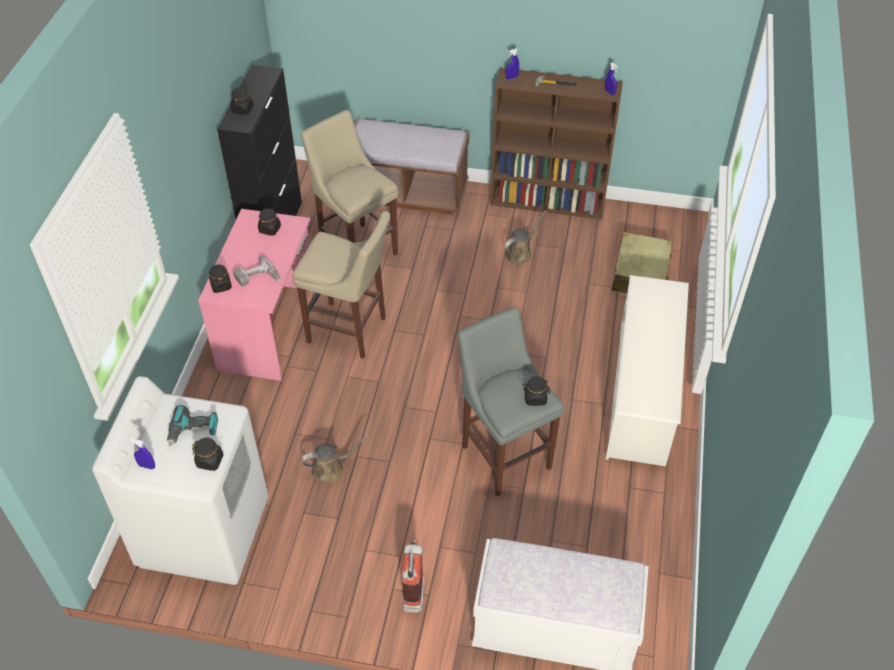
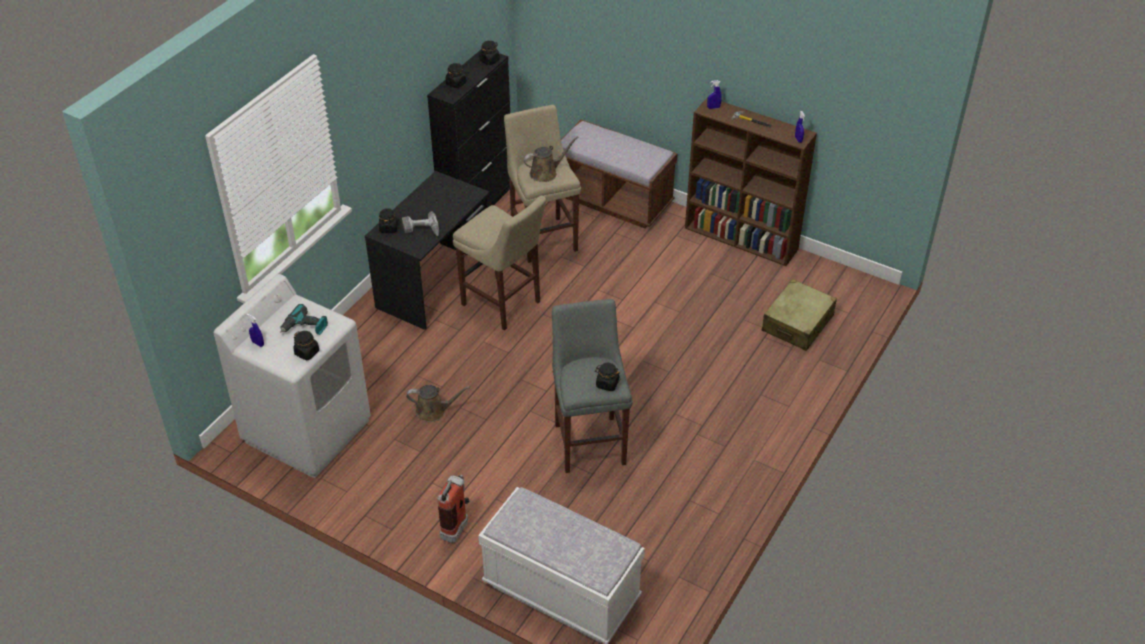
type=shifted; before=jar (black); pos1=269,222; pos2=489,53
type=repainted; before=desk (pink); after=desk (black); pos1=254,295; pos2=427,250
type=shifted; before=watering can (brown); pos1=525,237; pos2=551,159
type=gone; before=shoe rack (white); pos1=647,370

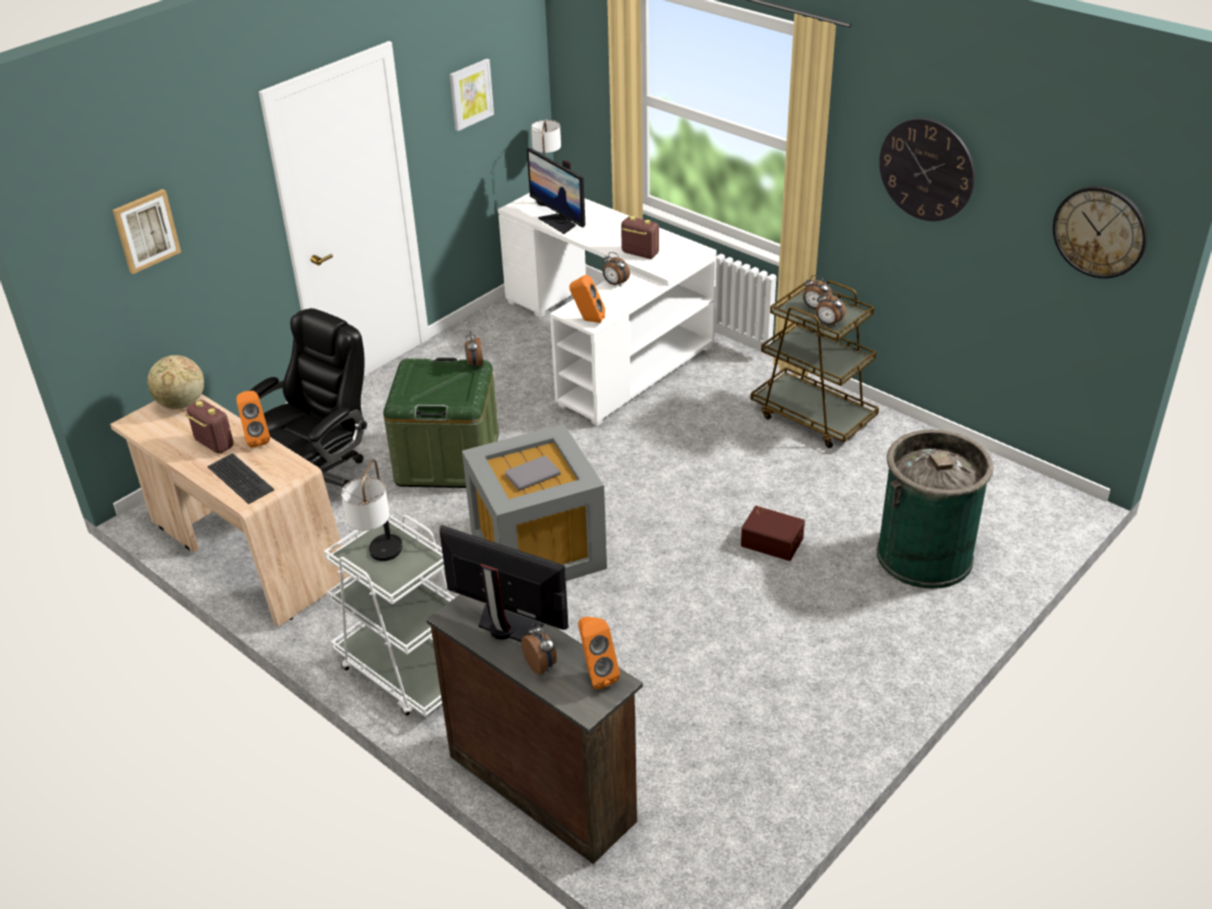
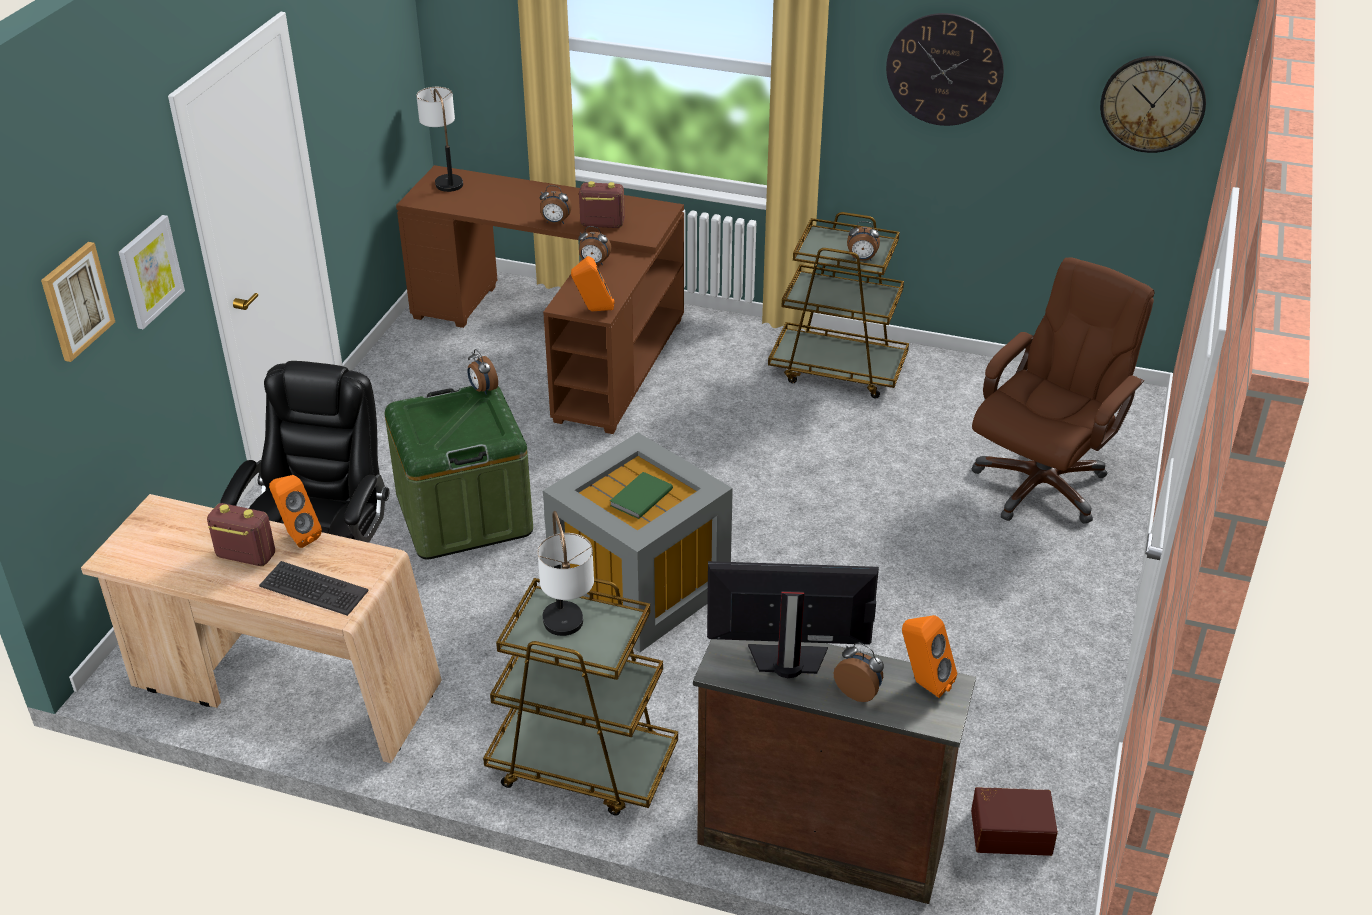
type=shifted; before=picture; pos1=472,95; pos2=152,272
type=gone; before=monitor; pos1=556,191
type=repainted; before=desk (white); after=desk (brown); pos1=607,309; pos2=540,299
type=shifted; before=alarm clock; pos1=817,292; pos2=556,204
type=gone; before=globe; pos1=175,382
type=swapped; before=trash can (green); after=office chair (brown); pos1=935,509; pos2=1063,390
type=repainted; before=book (grey); after=book (green); pos1=532,473; pos2=641,495
type=shifted; before=storage box (brown); pos1=773,533; pos2=1014,821
type=repainted; before=cart (white); after=cart (brown); pos1=389,616; pos2=580,696

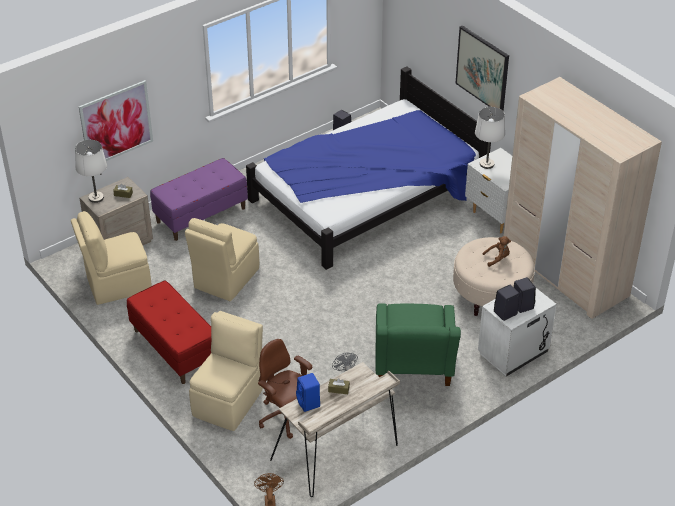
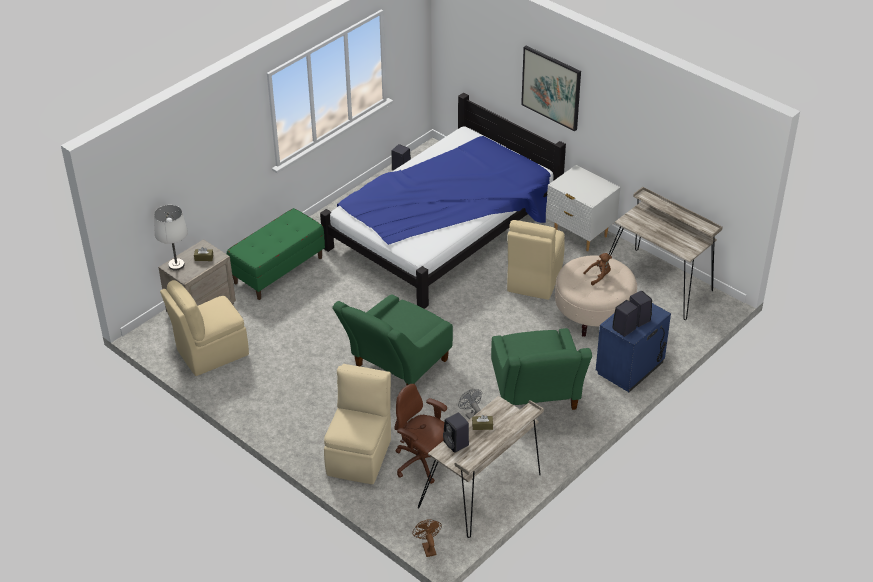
type=swapped; before=wardrobe (beige); after=desk (beige); pos1=582,198; pos2=666,253
type=gone; before=picture; pos1=116,120
type=gone; before=table lamp (white); pos1=490,138
type=repainted; before=bench (purple); after=bench (green); pos1=199,199; pos2=276,254
type=shifted; before=chair (beige); pos1=222,259; pos2=536,260
type=gone; before=bench (red); pos1=169,332
type=repainted; before=nightstand (white); after=nightstand (blue); pos1=517,332; pos2=633,347
type=repainted; before=speaker (blue); after=speaker (black); pos1=308,392; pos2=456,432
type=new; after=armchair (green); pos2=392,339

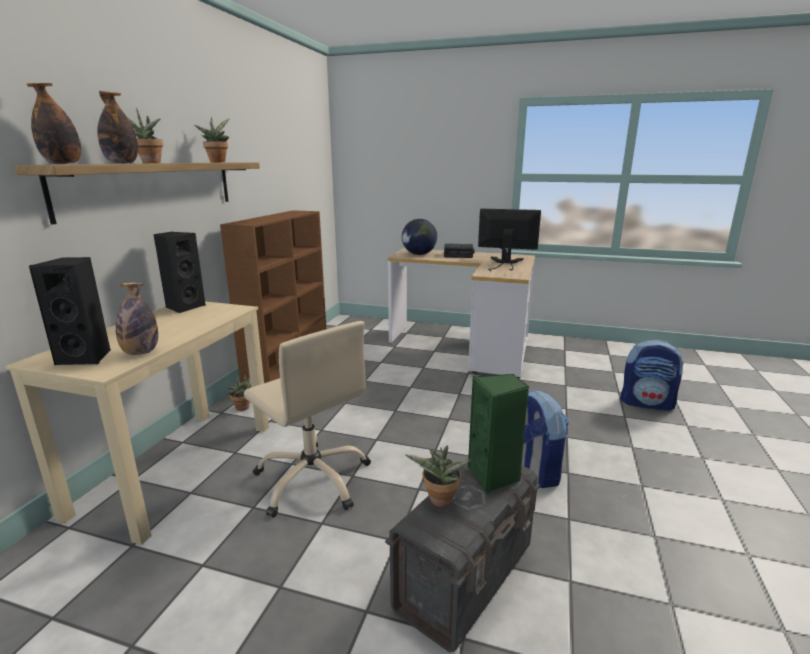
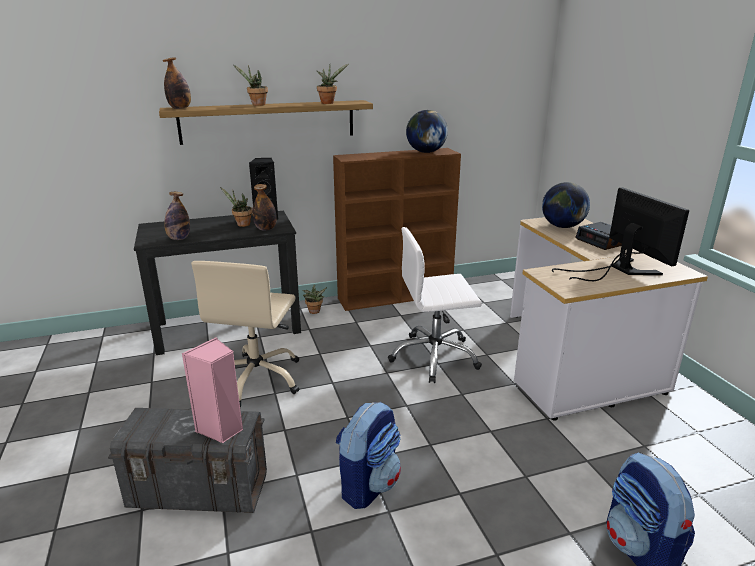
type=shifted; before=bottle; pos1=117,127; pos2=264,207
type=gone; before=speaker (black); pos1=70,311
type=repainted; before=desk (beige); after=desk (black); pos1=137,423; pos2=217,283
type=repainted; before=speaker (green); after=speaker (pink); pos1=498,434; pos2=212,390
type=shifted; before=potted plant; pos1=438,476; pos2=236,207
type=new; after=globe; pos2=427,131
type=new; after=office chair (white); pos2=435,305

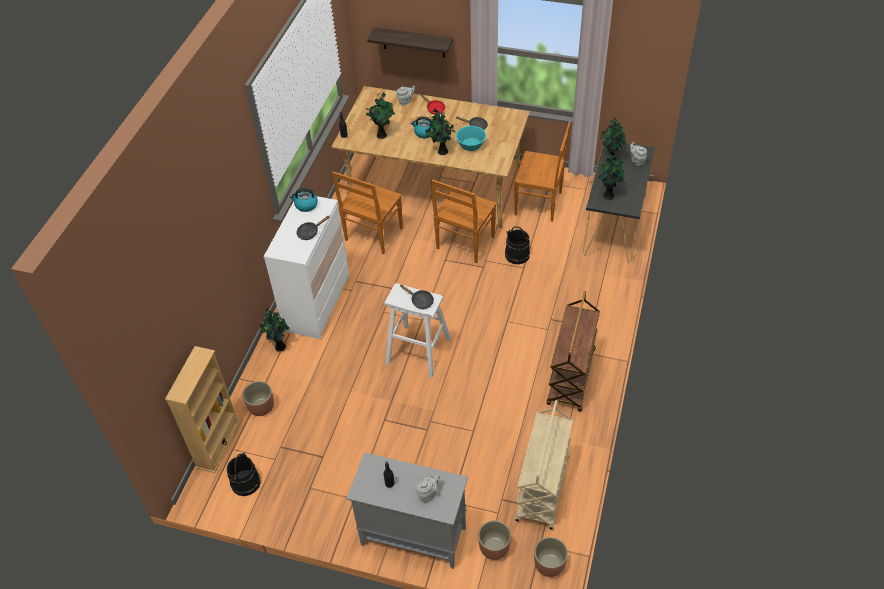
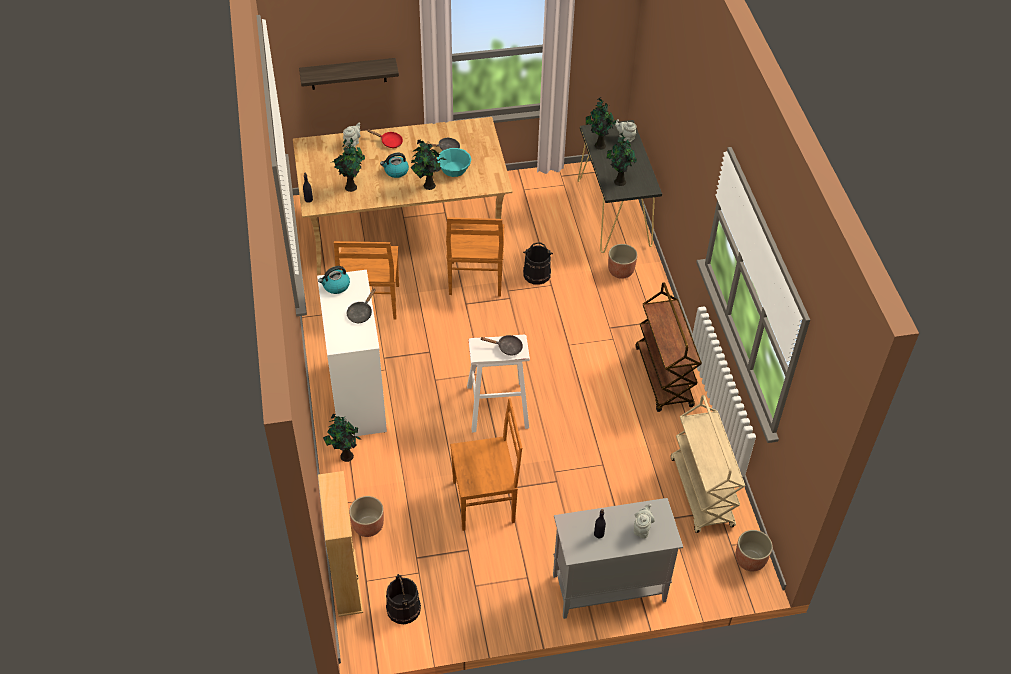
type=shifted; before=chair (brown); pos1=542,171; pos2=486,464
type=shifted; before=planter; pos1=494,540; pos2=622,261

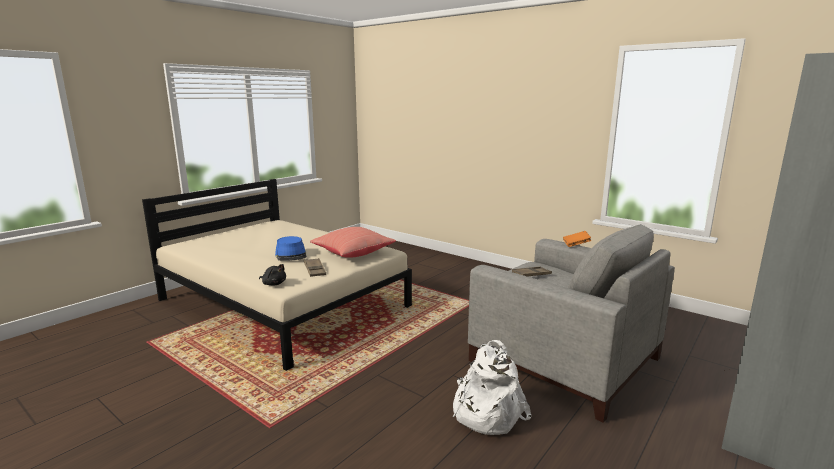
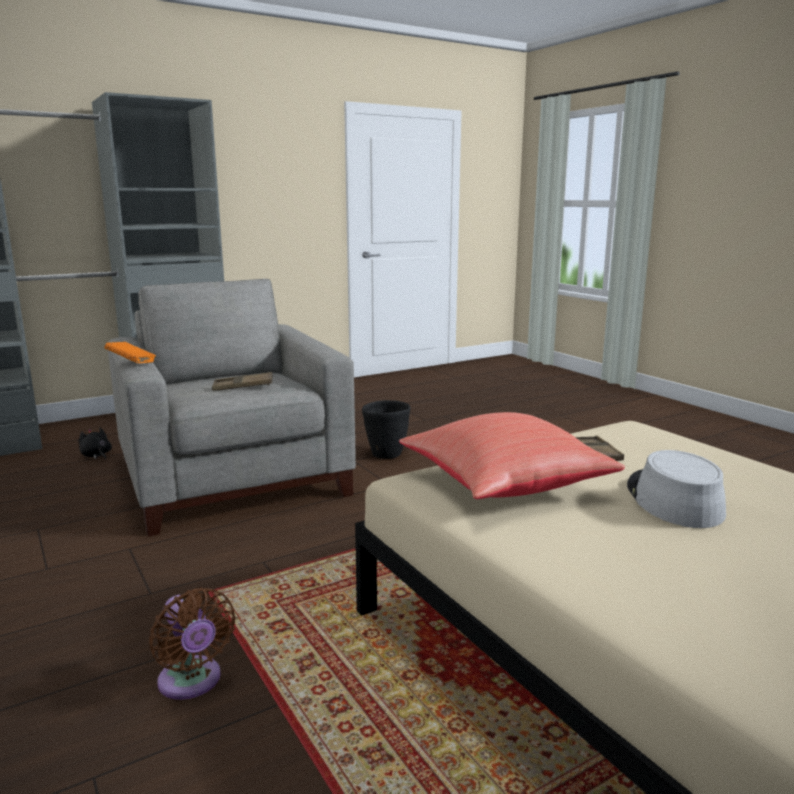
type=repainted; before=hat (blue); after=hat (grey); pos1=291,248; pos2=676,489
type=shifted; before=plush toy (black); pos1=272,275; pos2=95,443
type=swapped; before=backpack (white); after=planter (black); pos1=492,387; pos2=386,429
type=new; after=fan (brown); pos2=192,644

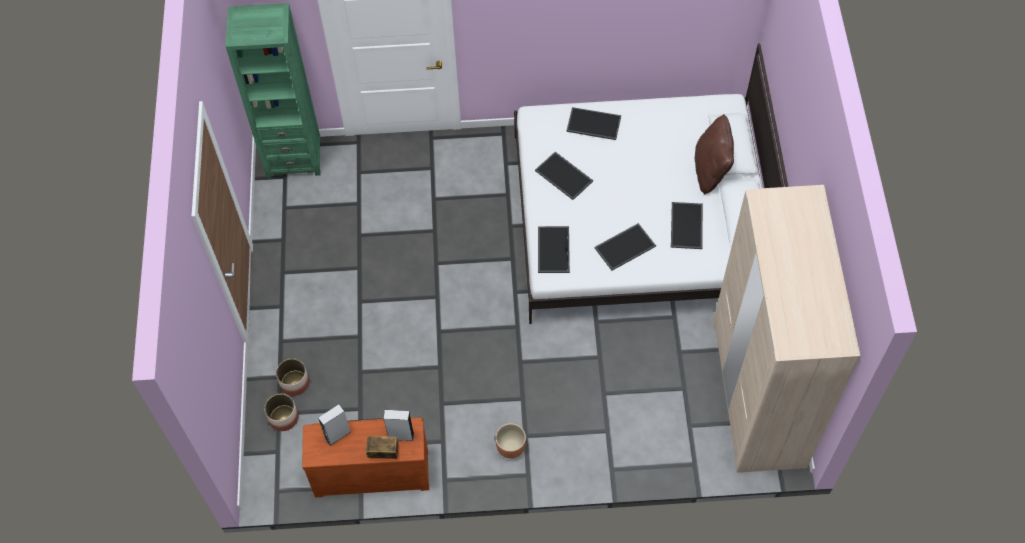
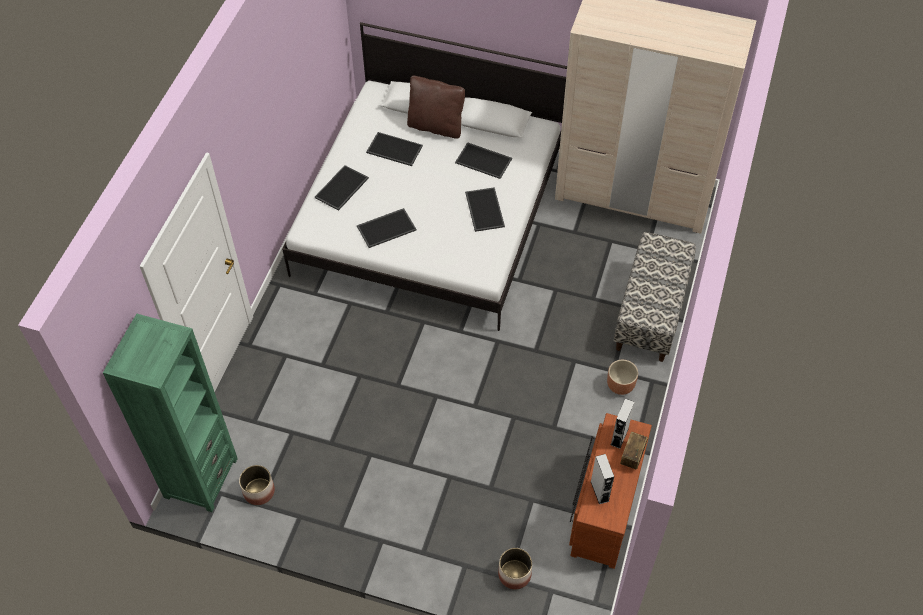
type=shifted; before=tray; pos1=554,249; pos2=394,149
type=shifted; before=planter; pos1=292,377; pos2=257,485
type=new; after=bench; pos2=655,297

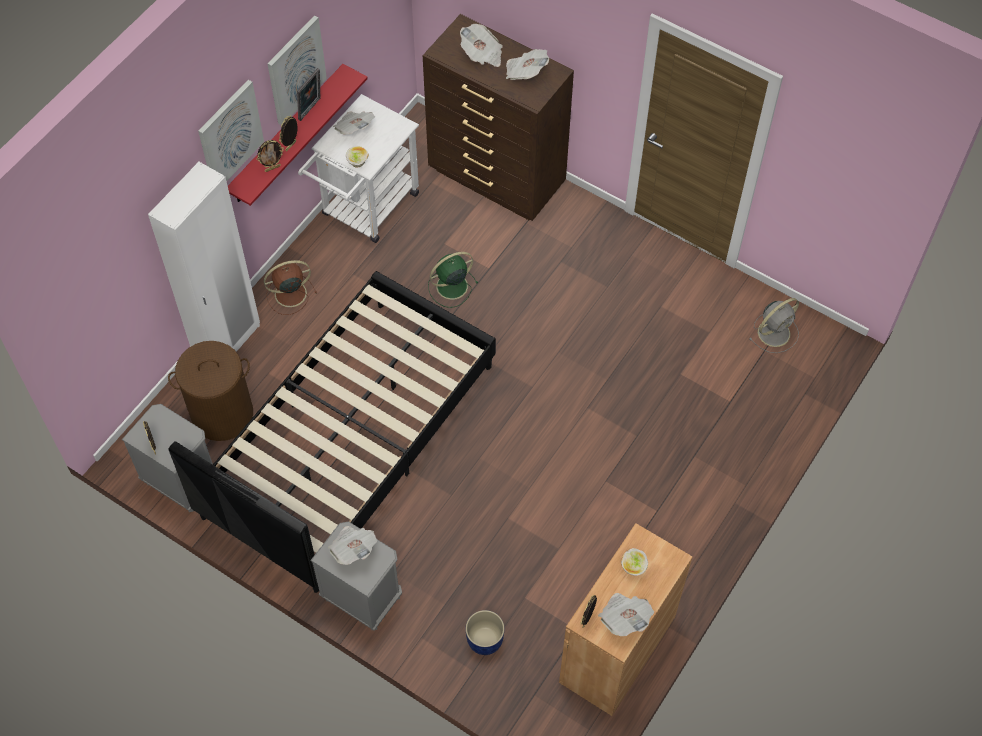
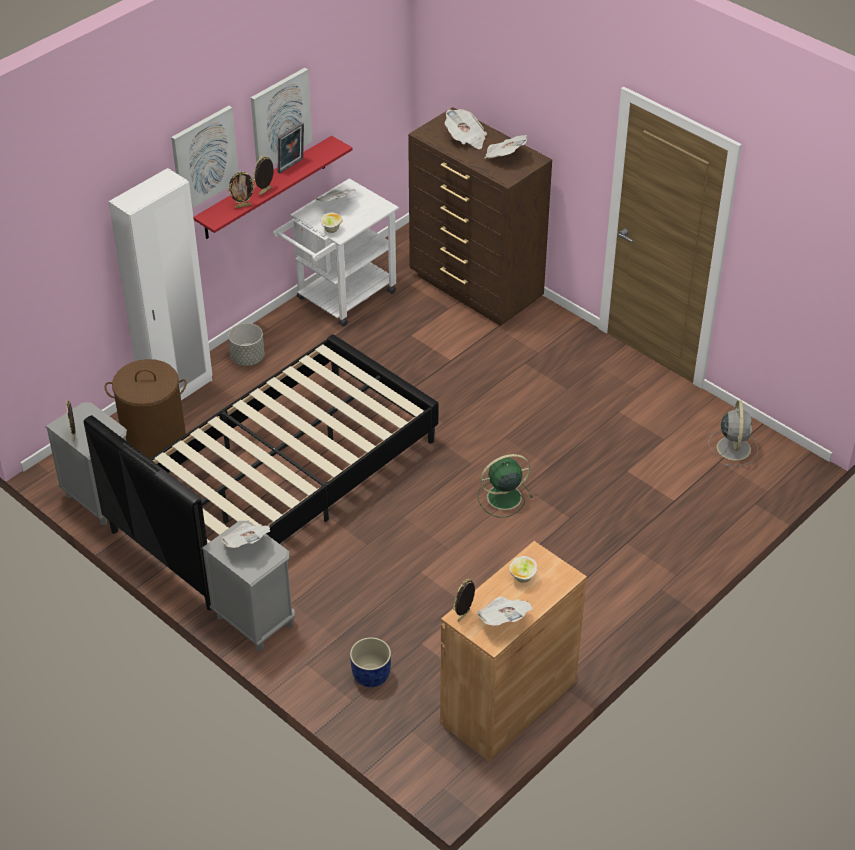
type=shifted; before=fan (green); pos1=453,280; pos2=505,486
type=swapped; before=fan (brown); after=planter (grey); pos1=290,287; pos2=246,344
type=rotated; before=fan (grey); pos1=774,325; pos2=733,433; turn=-60

